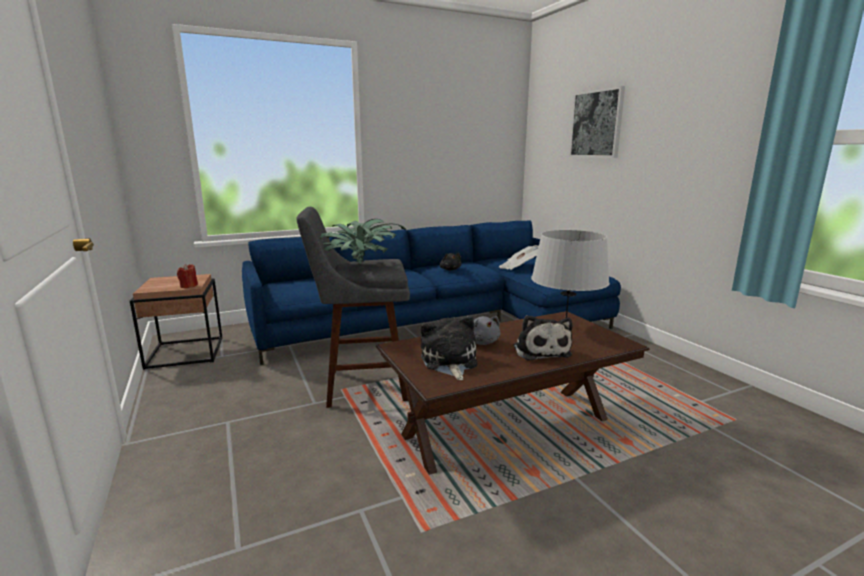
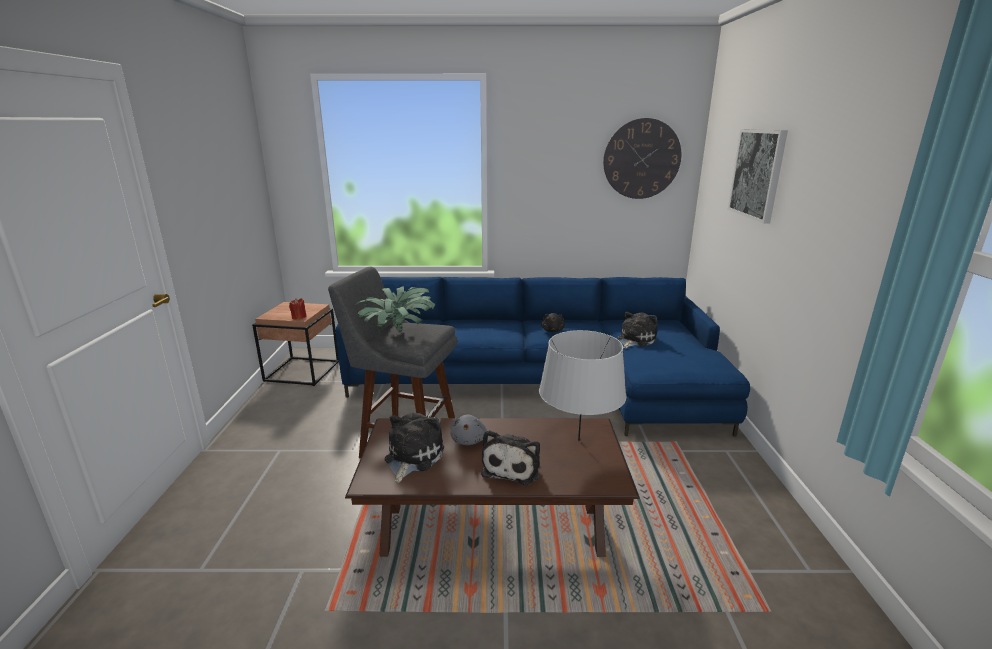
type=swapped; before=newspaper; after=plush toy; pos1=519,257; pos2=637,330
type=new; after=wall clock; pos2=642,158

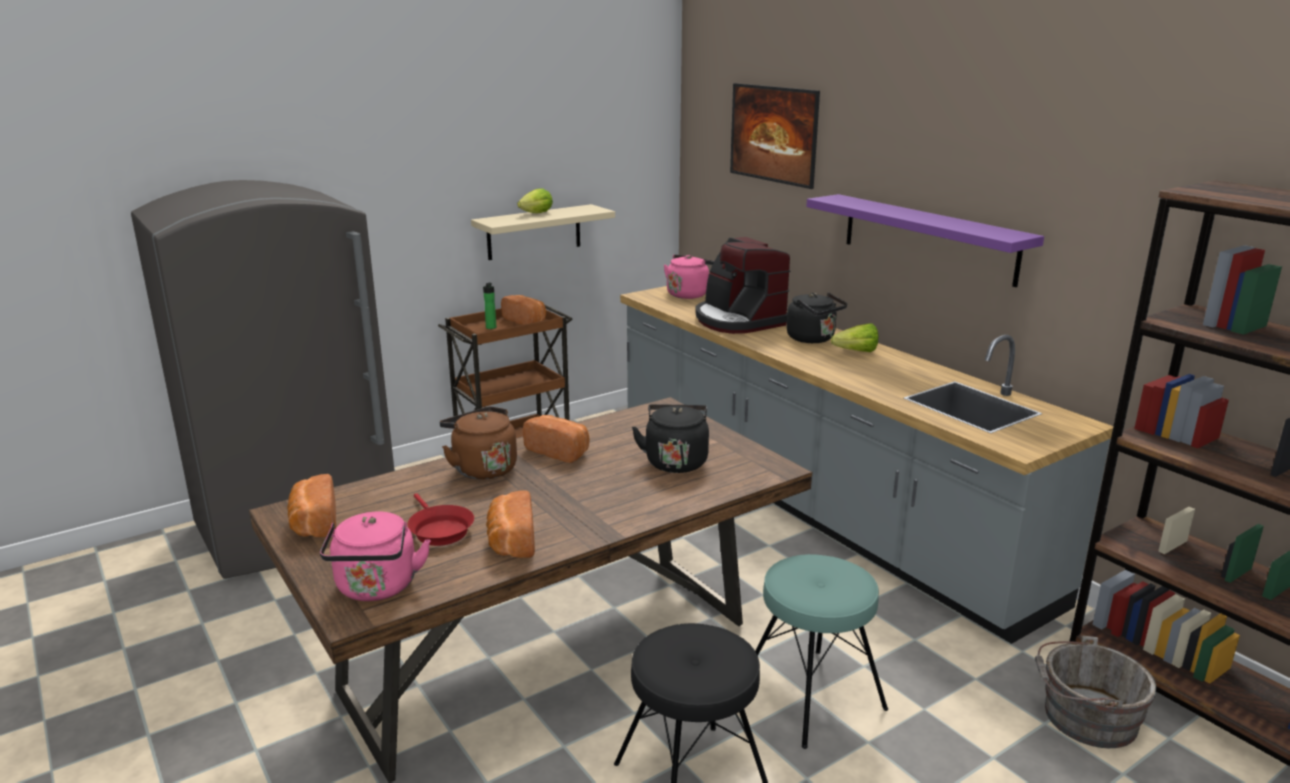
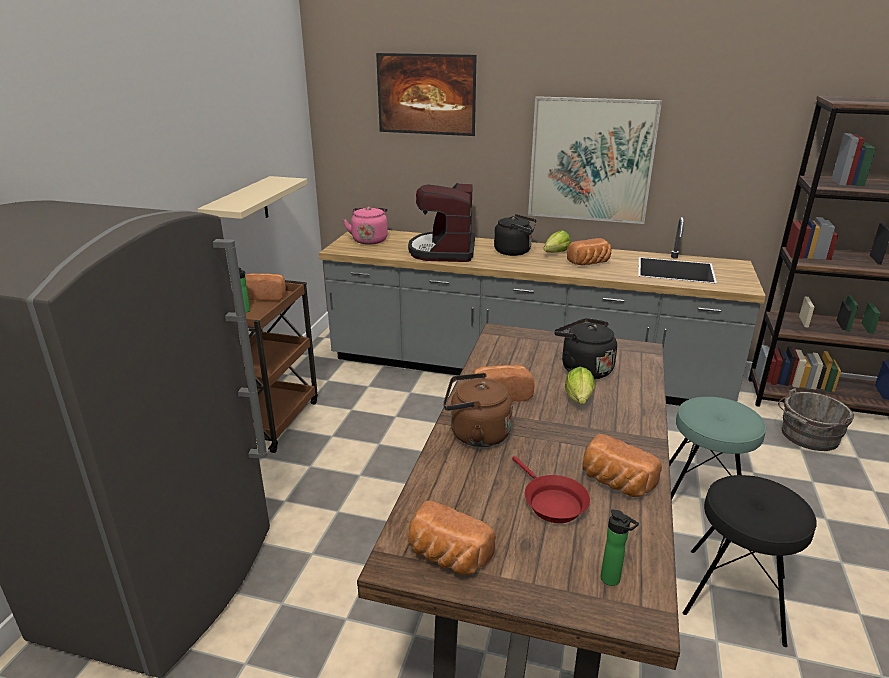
type=shifted; before=lettuce; pos1=535,200; pos2=580,385
type=swapped; before=shelf (purple); after=picture; pos1=925,240; pos2=595,160
type=rotated; before=coffee machine; pos1=742,285; pos2=441,222; turn=75
type=rotated; before=frying pan (red); pos1=440,519; pos2=551,489; turn=45
type=swapped; before=kettle (pink); after=bottle; pos1=375,556; pos2=620,548
type=new; after=bread; pos2=589,252

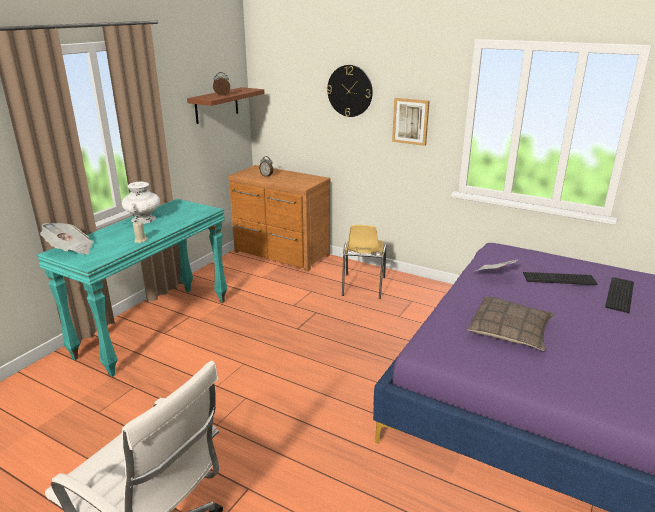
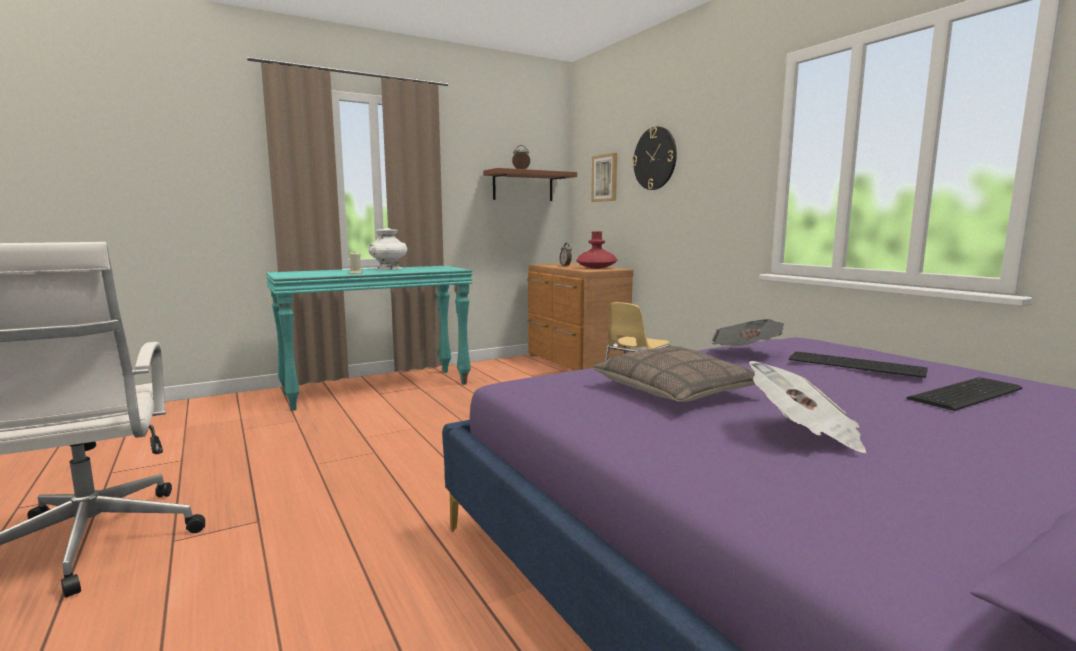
type=shifted; before=picture; pos1=411,122; pos2=604,177
type=shifted; before=newspaper; pos1=67,238; pos2=807,407
type=new; after=vase (red); pos2=597,250

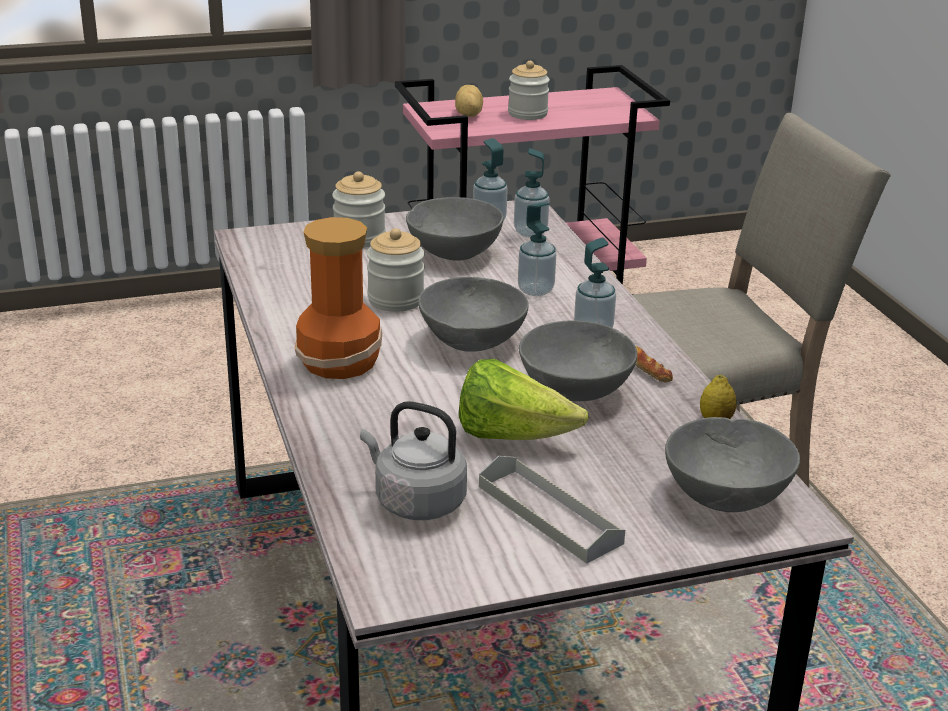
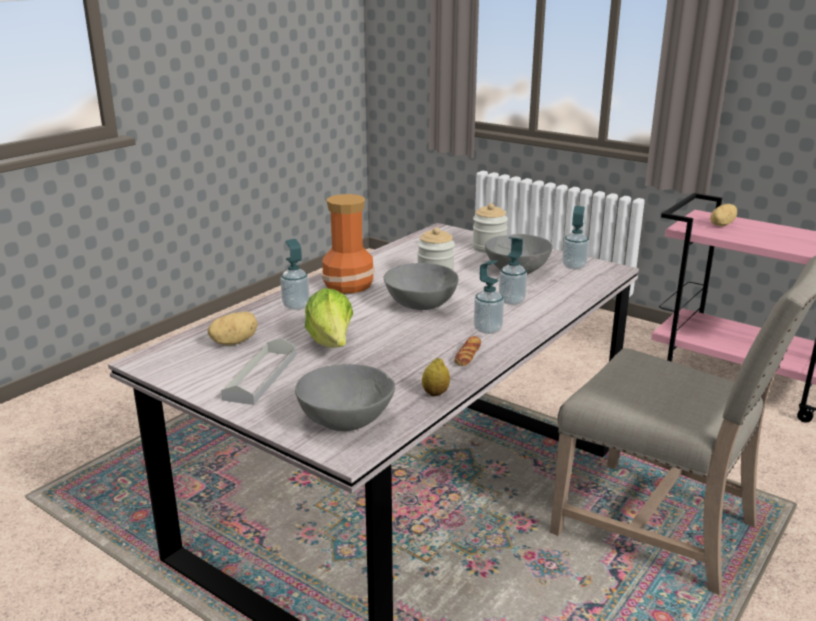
type=gone; before=jar; pos1=529,90
type=shifted; before=soap dispenser; pos1=532,193; pos2=295,274
type=gone; before=bowl (grey); pos1=578,360
type=swapped; before=kettle (grey); after=potato; pos1=413,460; pos2=233,328

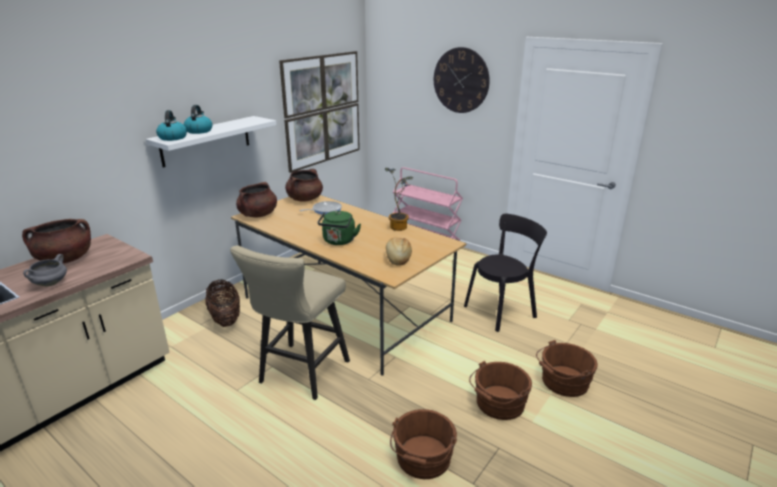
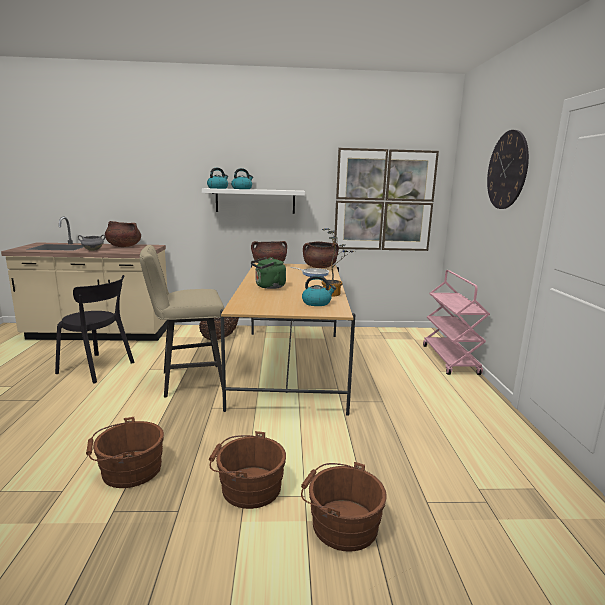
type=shifted; before=chair (black); pos1=505,273; pos2=95,329
type=gone; before=bread; pos1=399,251
type=new; after=kettle; pos2=319,290

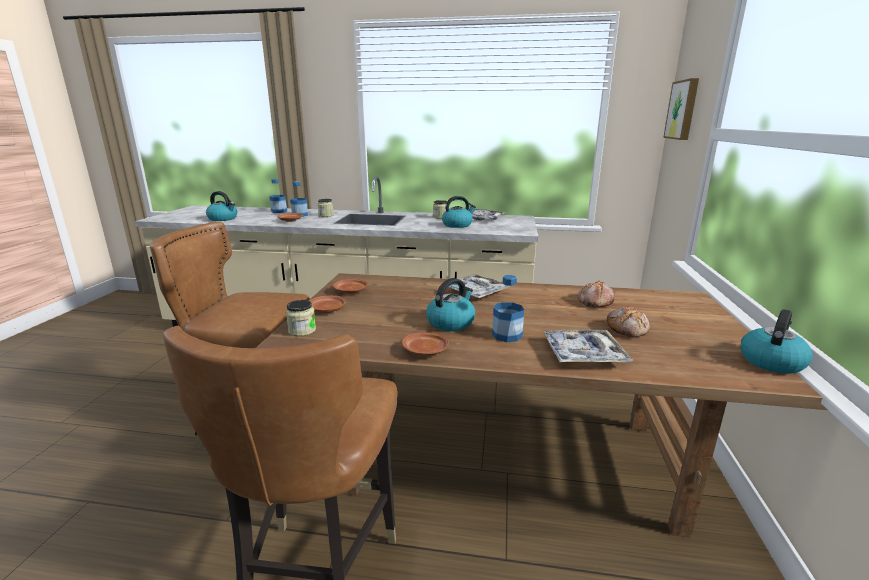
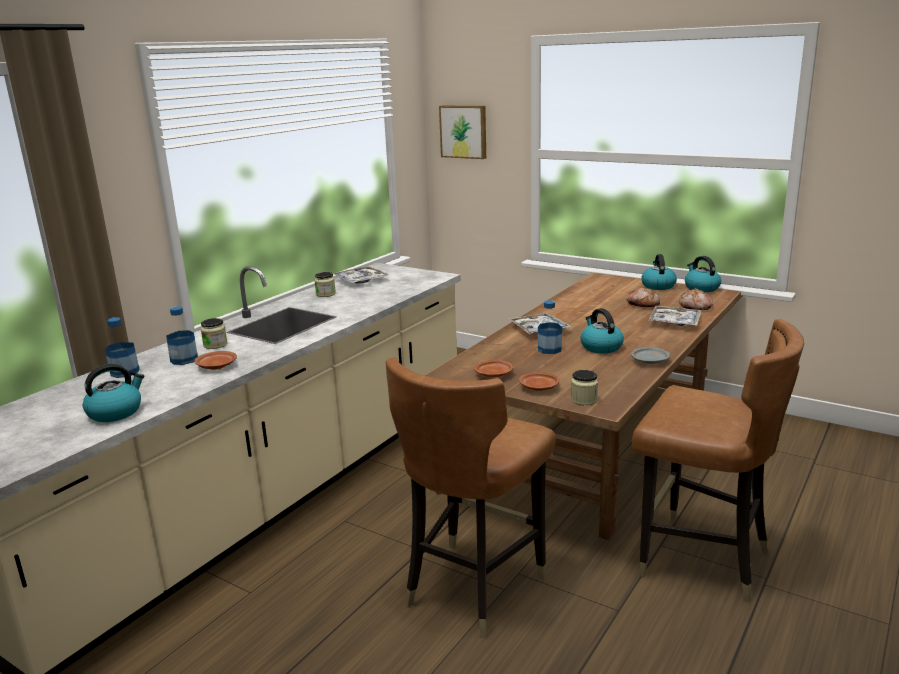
type=shifted; before=kettle; pos1=459,212; pos2=659,272
type=shifted; before=bottle; pos1=508,308; pos2=550,327
type=shifted; before=bread; pos1=596,294; pos2=696,299
type=repainted; before=plate (brown); after=plate (grey); pos1=425,344; pos2=650,355

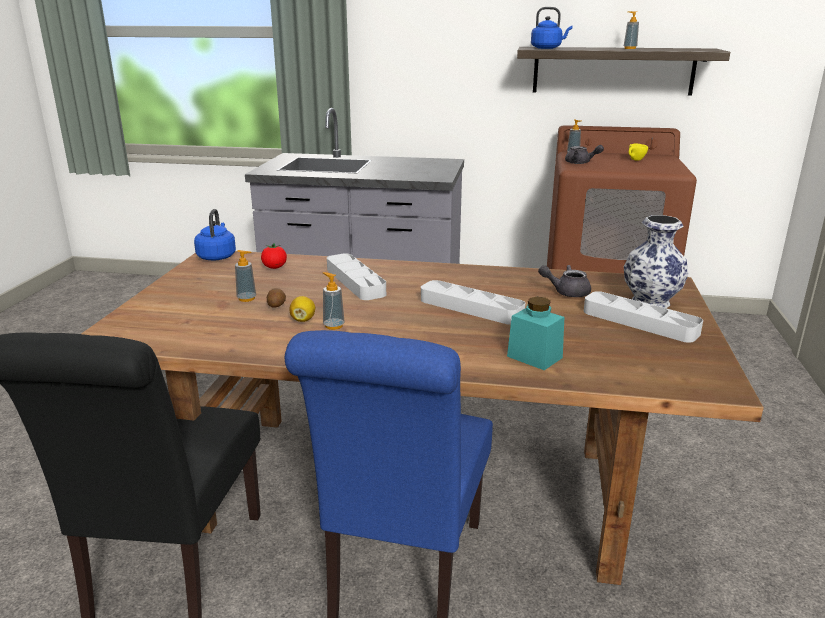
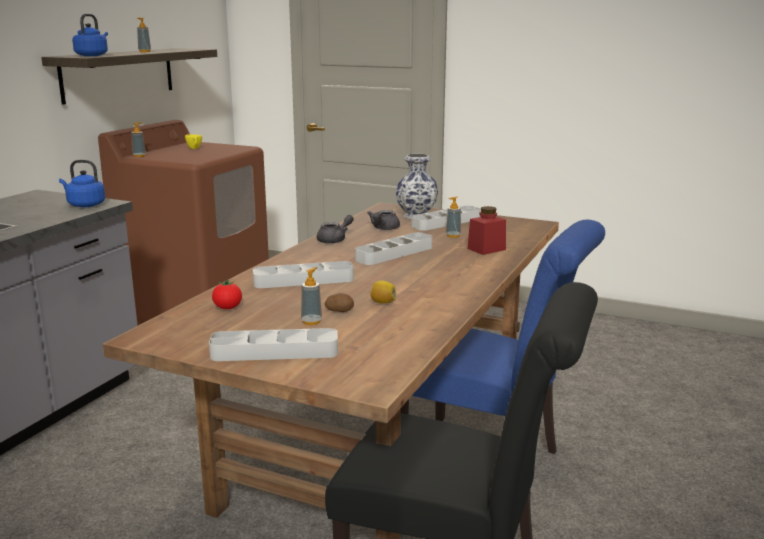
type=shifted; before=teapot (grey); pos1=584,154; pos2=335,229
type=shifted; before=kettle (blue); pos1=215,234; pos2=82,183
type=shifted; before=soap dispenser; pos1=334,301; pos2=453,217
type=repainted; before=jar (turquoise); after=jar (red); pos1=535,333; pos2=486,230
type=new; after=tray (grey); pos2=273,344

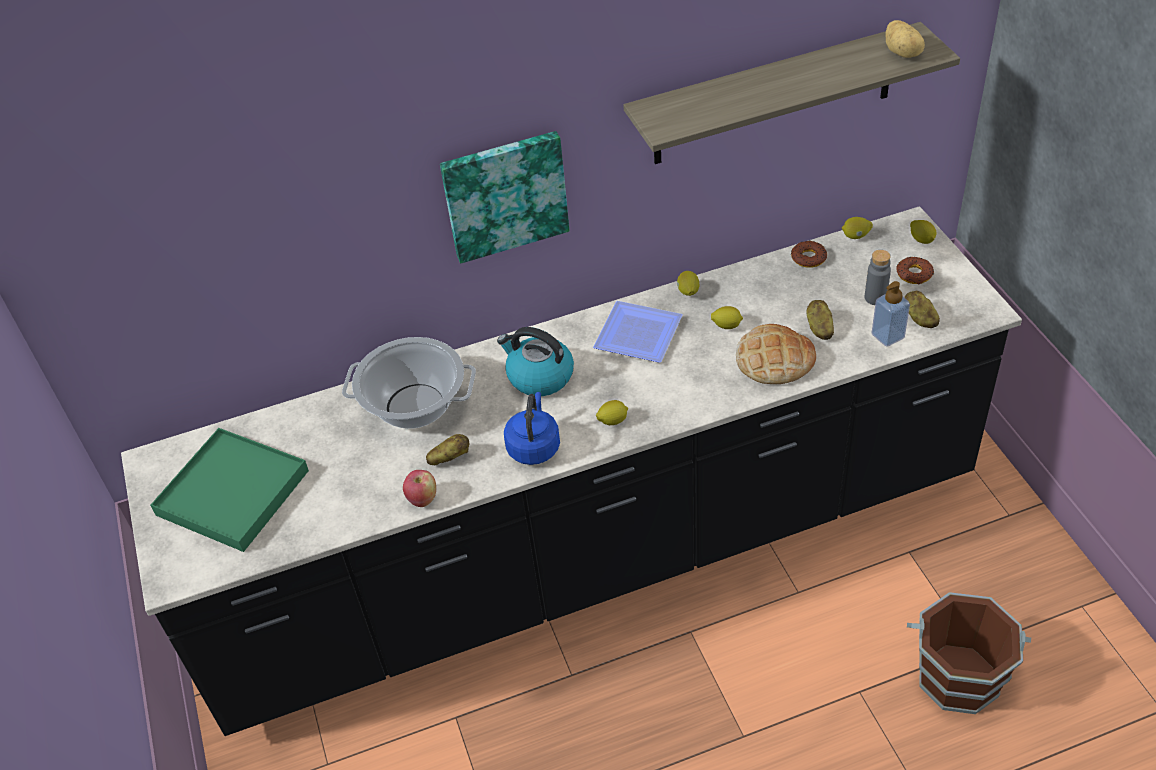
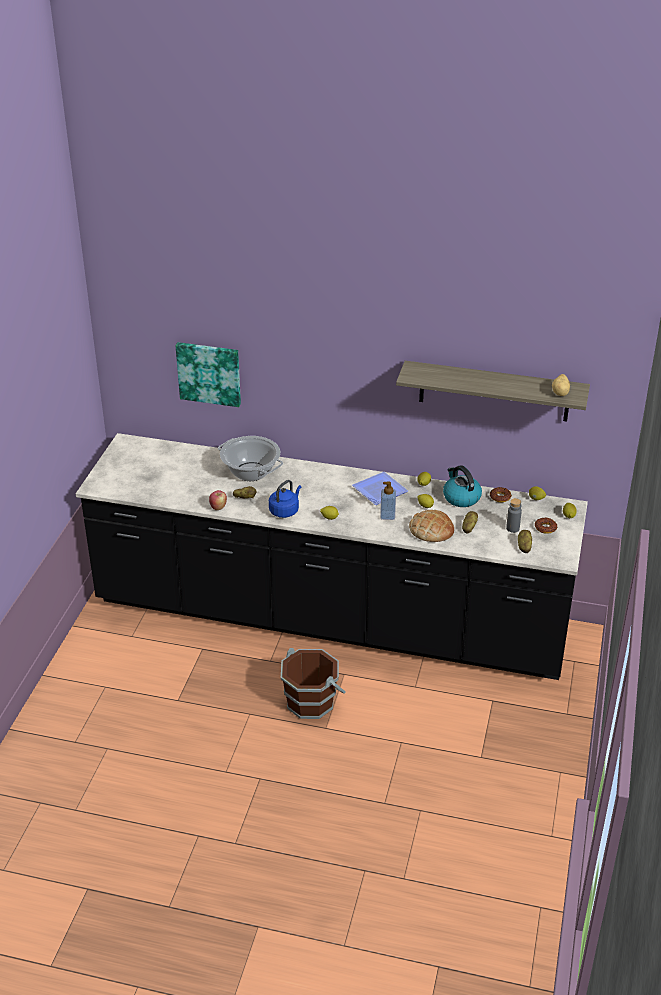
type=shifted; before=picture; pos1=505,197; pos2=208,374
type=shifted; before=soap dispenser; pos1=891,314; pos2=388,500
type=shifted; before=kettle; pos1=535,361; pos2=462,486
type=gone; before=tray (green); pos1=229,490
type=shifted; before=bucket (brown); pos1=969,653; pos2=313,683

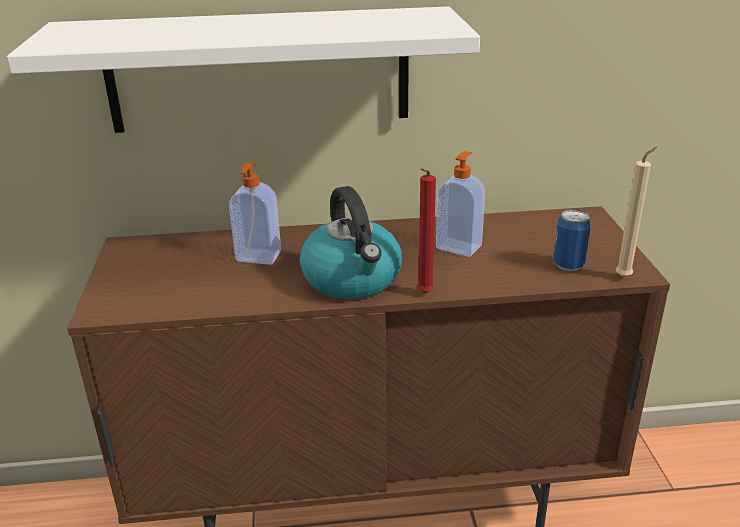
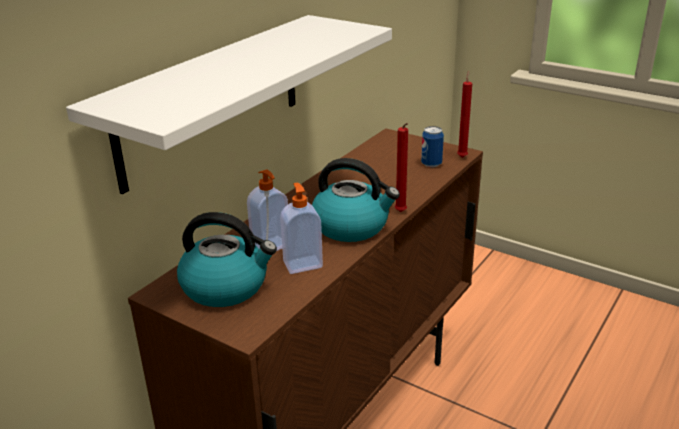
type=repainted; before=candle (beige); after=candle (red); pos1=636,211; pos2=464,114
type=shifted; before=soap dispenser; pos1=460,204; pos2=301,228
type=new; after=kettle; pos2=227,259

